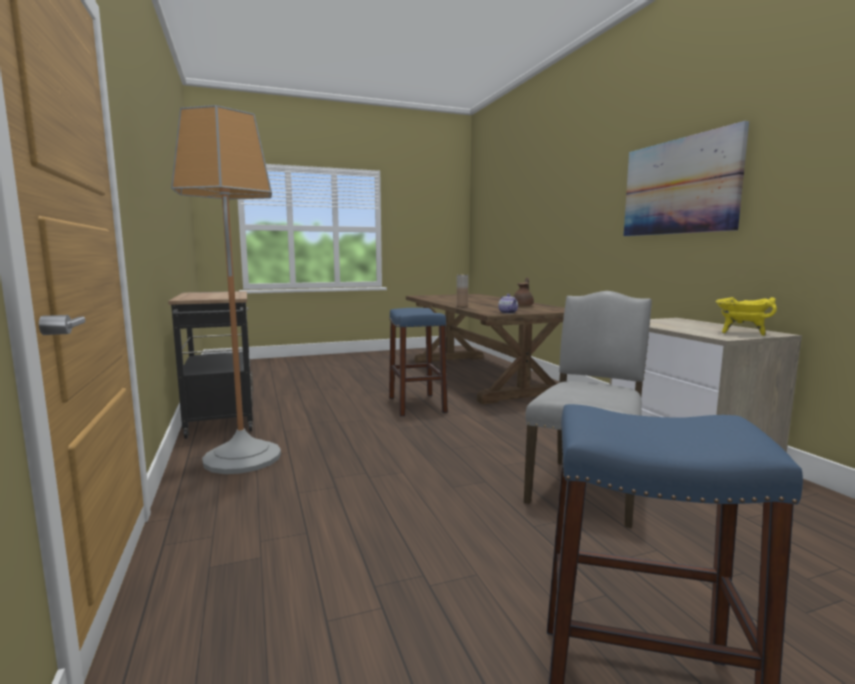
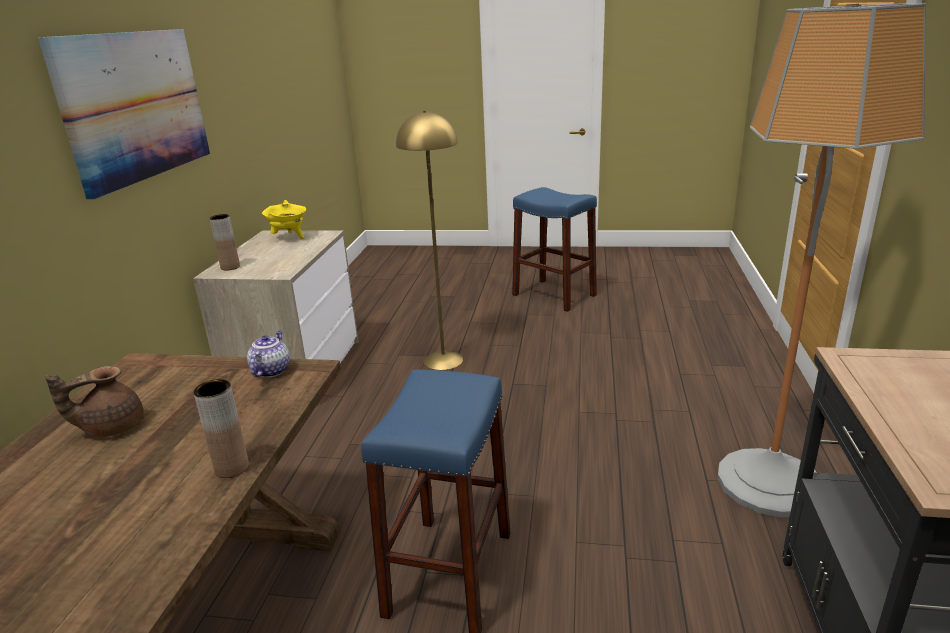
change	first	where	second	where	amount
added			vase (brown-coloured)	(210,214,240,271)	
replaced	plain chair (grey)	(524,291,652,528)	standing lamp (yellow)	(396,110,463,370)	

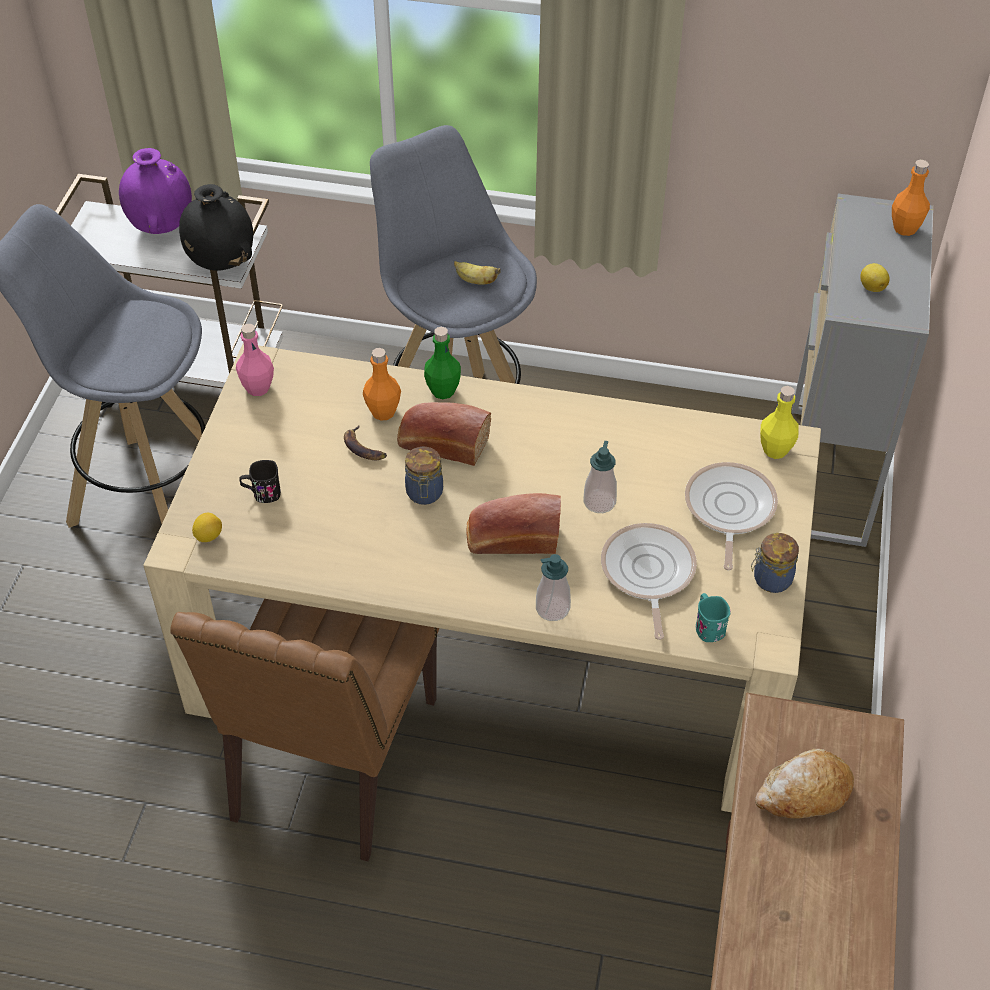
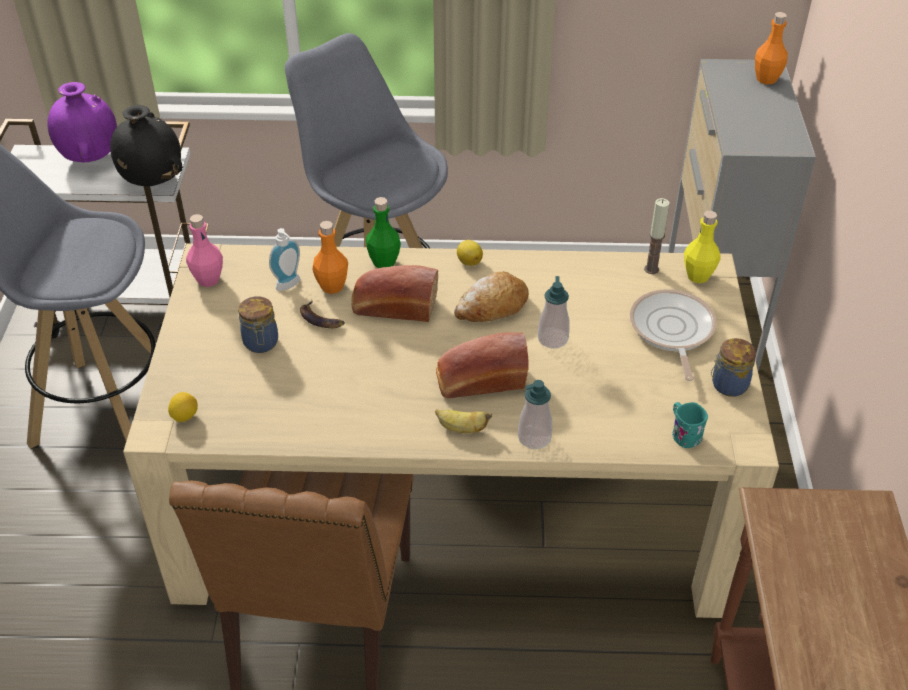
change	first	where	second	where	amount
removed	tea mug (black)	(239,460,281,503)			
removed	pan	(601,523,697,640)			
added			soap dispenser	(269,228,300,291)	
added			wax candle	(644,198,670,274)	
moved	storage jar	(405,446,443,505)		(238,296,278,353)	
moved	whole banana	(454,261,501,285)		(435,409,492,433)	
moved	bakery bread	(755,749,854,819)		(454,271,529,322)	
moved	citrus fruit	(860,263,890,292)		(457,240,483,266)	

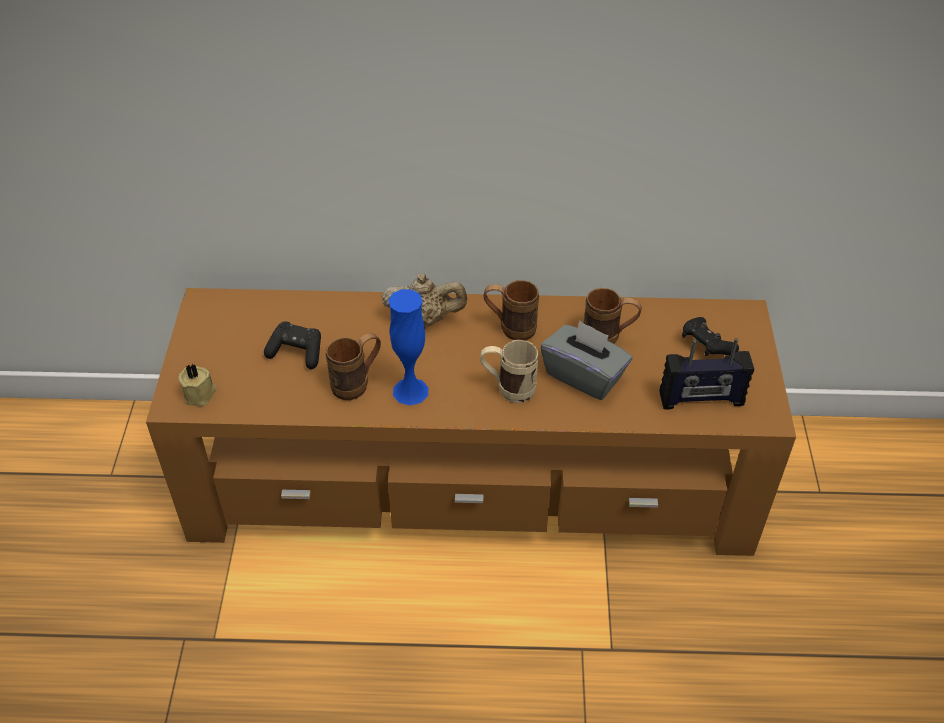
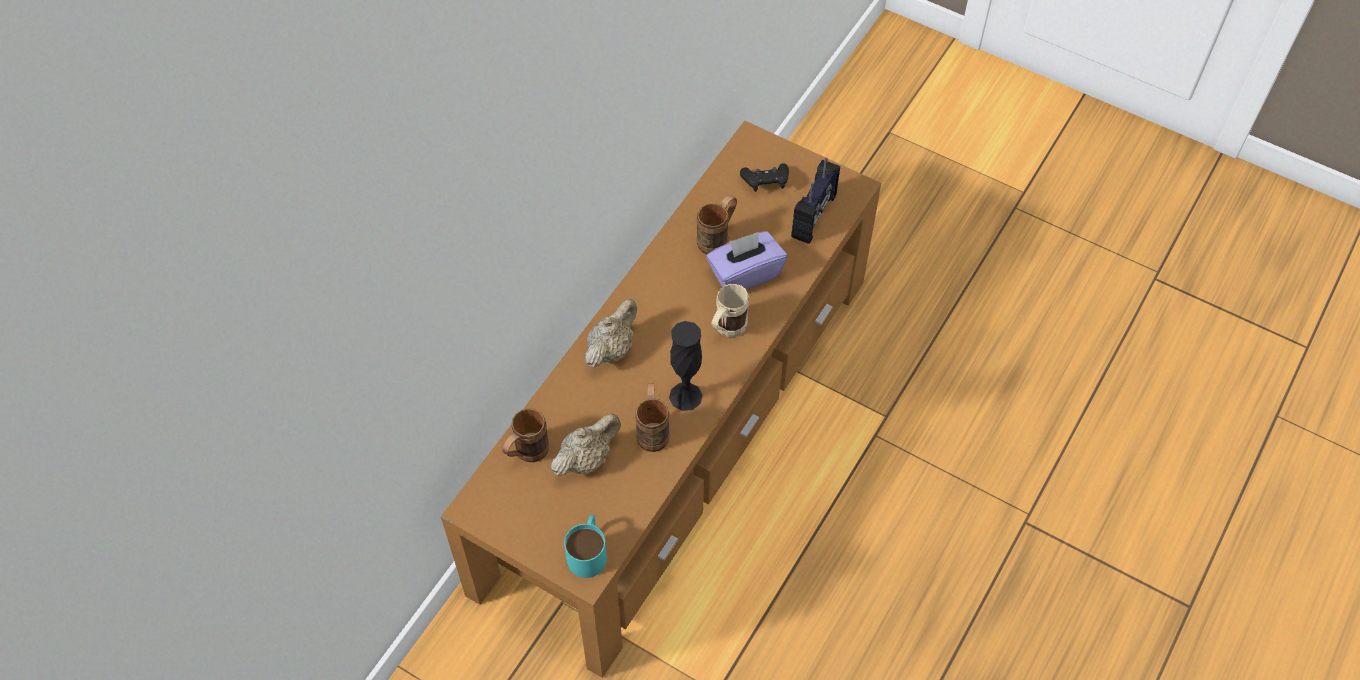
change	first	where	second	where	amount
moved	tea mug (brown-coloured)	(484,280,539,340)		(502,408,549,462)	
replaced	wax candle (beige)	(178,363,217,406)	tea mug (turquoise-coloured)	(564,515,607,578)	
replaced	joypad (black)	(264,321,321,369)	pot for tea (beige)	(551,414,621,476)	
recoloured	vase (bluish)	(388,289,428,406)	vase (black)	(669,321,703,411)	
recoloured	box of tissues (grey)	(541,320,632,400)	box of tissues (purple-coloured)	(706,231,787,290)	

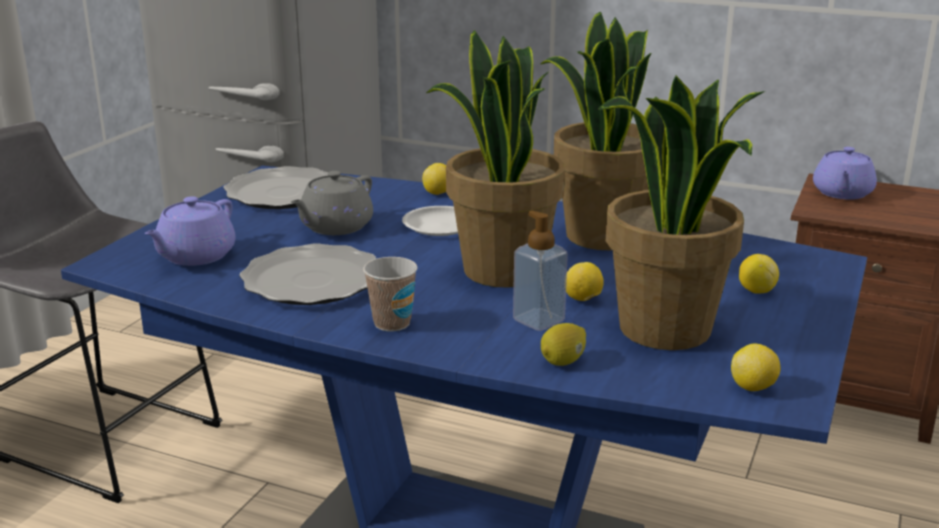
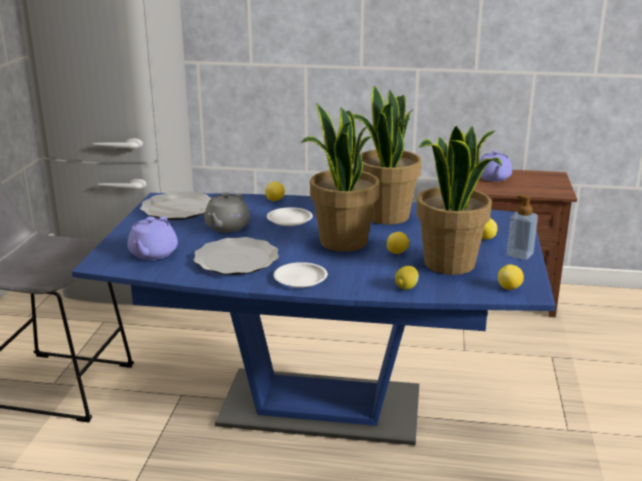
change	first	where	second	where	amount
moved	soap dispenser	(513,211,568,331)		(507,195,538,260)	
replaced	cup	(363,257,418,332)	dinner plate (whitish)	(273,262,328,288)	

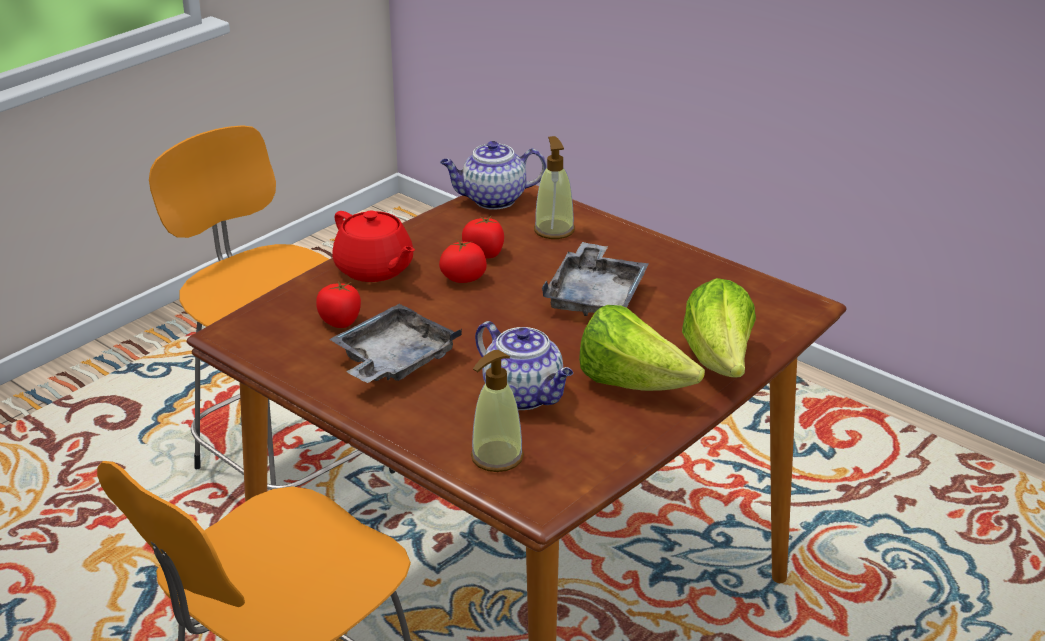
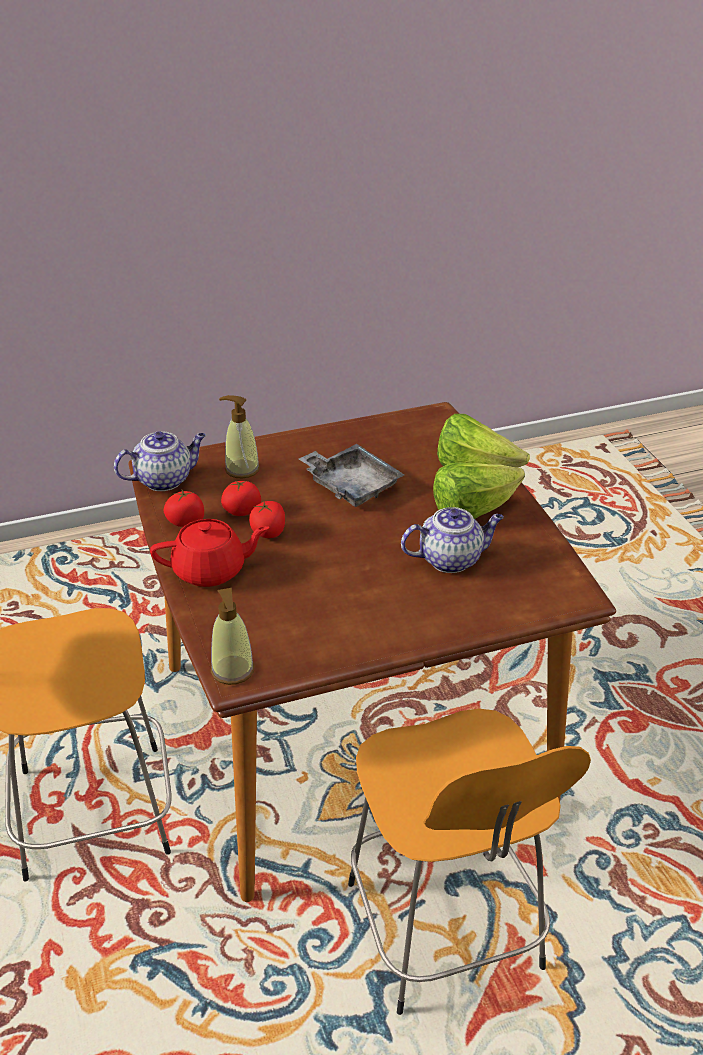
change	first	where	second	where	amount
removed	carrying tray (grey)	(329,304,462,383)			
moved	tomato	(316,281,361,328)		(163,488,204,527)	
moved	soap dispenser	(471,350,524,472)		(211,588,254,685)	
turned	pot for tea	(440,141,546,210)		(114,431,206,491)	135 degrees counterclockwise

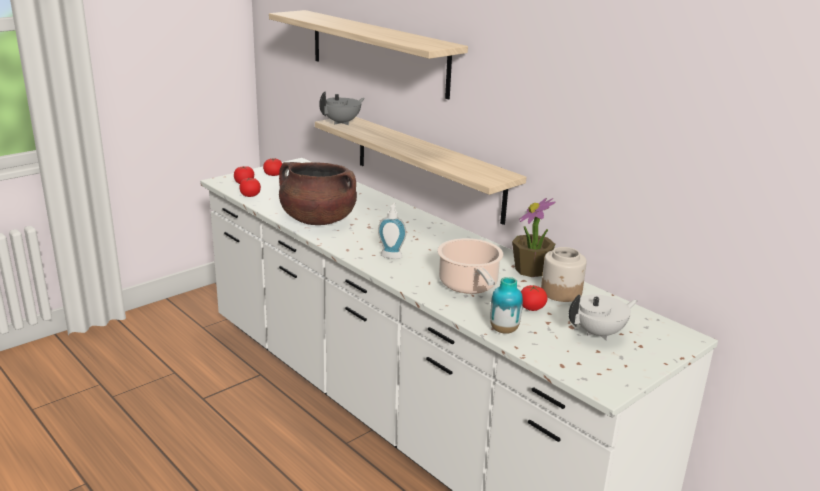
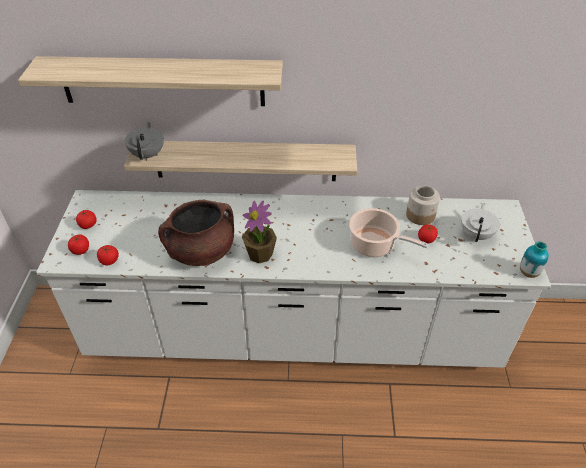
change	first	where	second	where	amount
removed	soap dispenser	(378,202,406,259)			
moved	vase	(490,277,523,334)		(520,241,549,278)	
moved	houseplant	(512,198,555,277)		(242,201,277,263)	

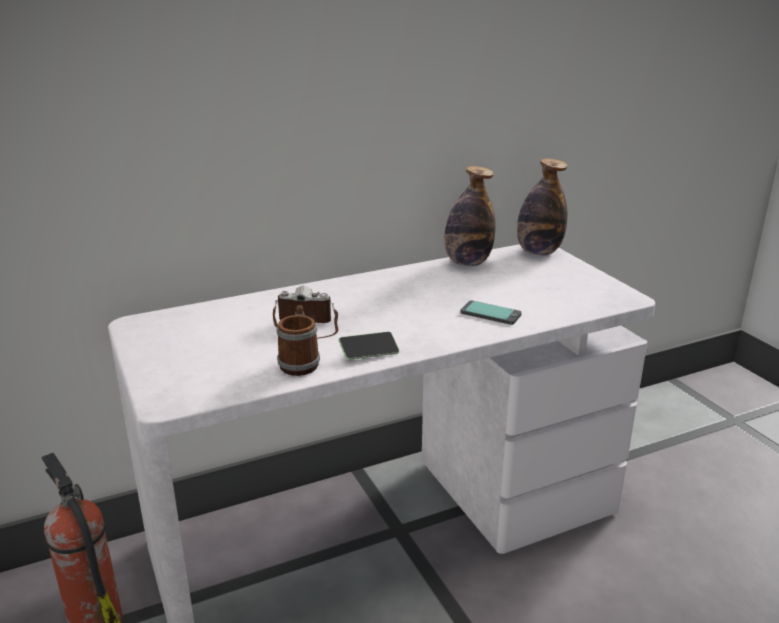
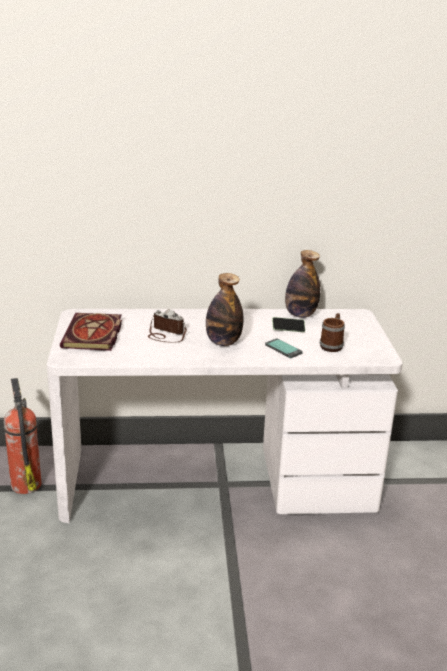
change	first	where	second	where	amount
added			volume	(60,313,122,351)	
moved	tea mug	(277,305,320,376)		(320,313,345,352)	
moved	telephone	(338,331,400,360)		(272,317,305,332)	
moved	drink bottle	(517,158,568,255)		(206,273,243,346)	

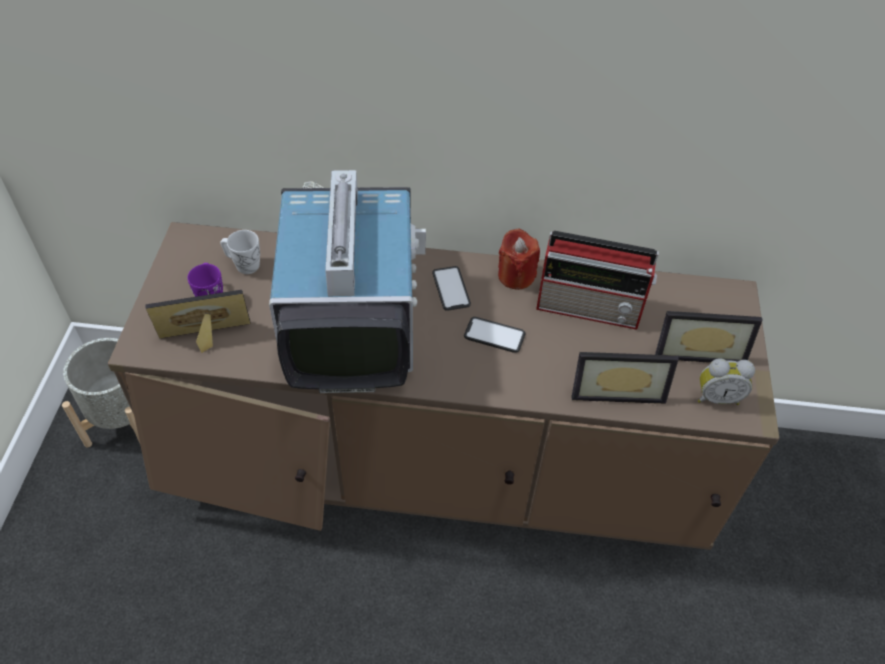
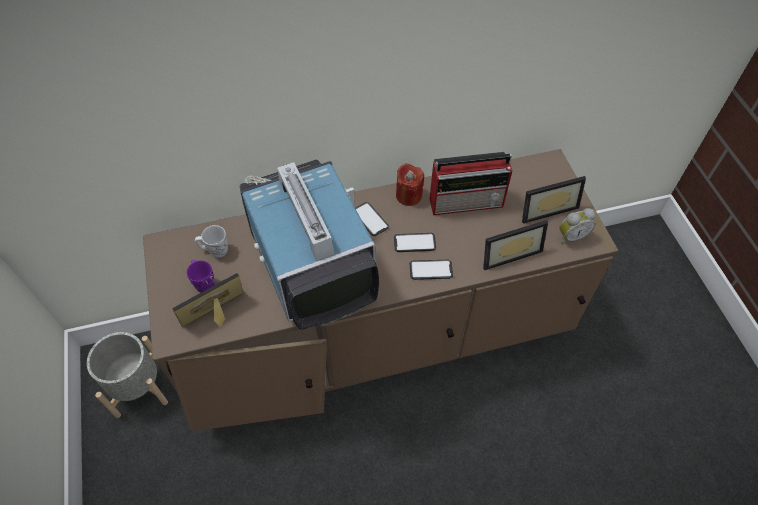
change	first	where	second	where	amount
added			telephone	(409,260,453,280)	

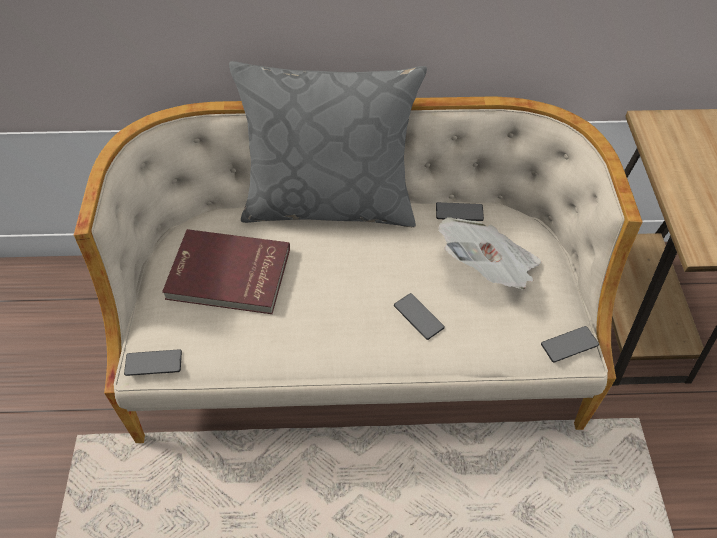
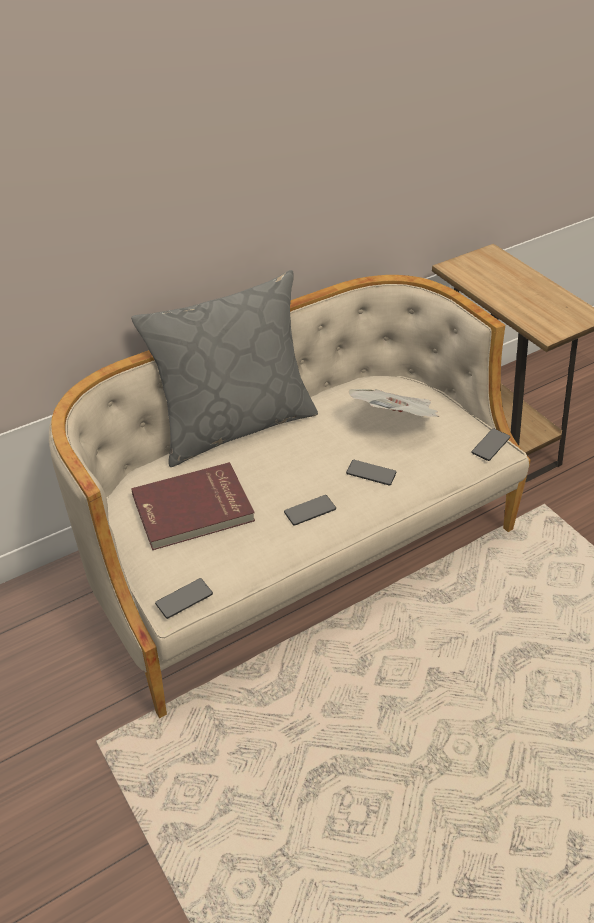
change	first	where	second	where	amount
moved	telephone	(436,202,484,221)		(284,495,336,526)	

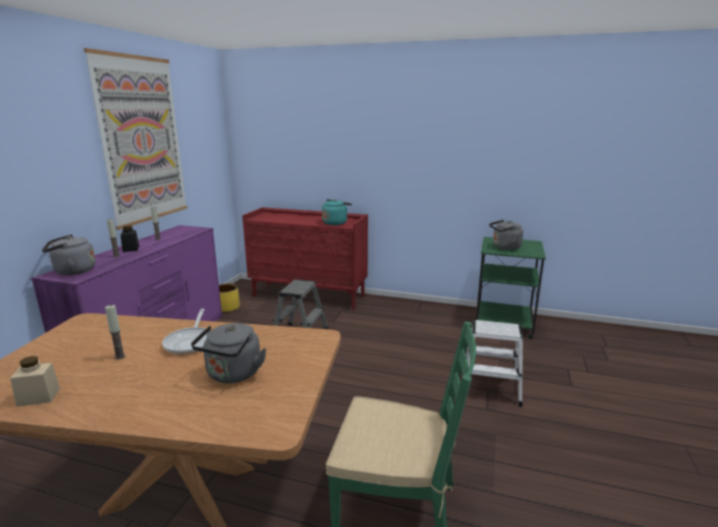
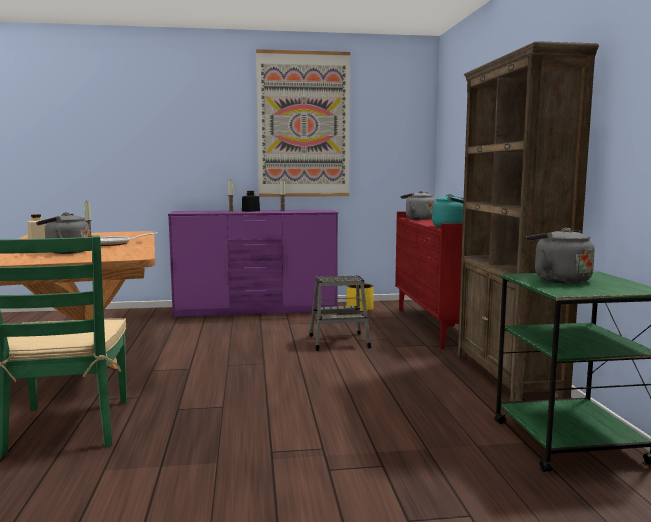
change	first	where	second	where	amount
removed	step stool (whitish)	(466,319,524,407)			
added			shelving unit (brown-coloured)	(457,41,599,402)	
moved	water kettle (grey)	(42,234,96,275)		(401,191,435,220)	

